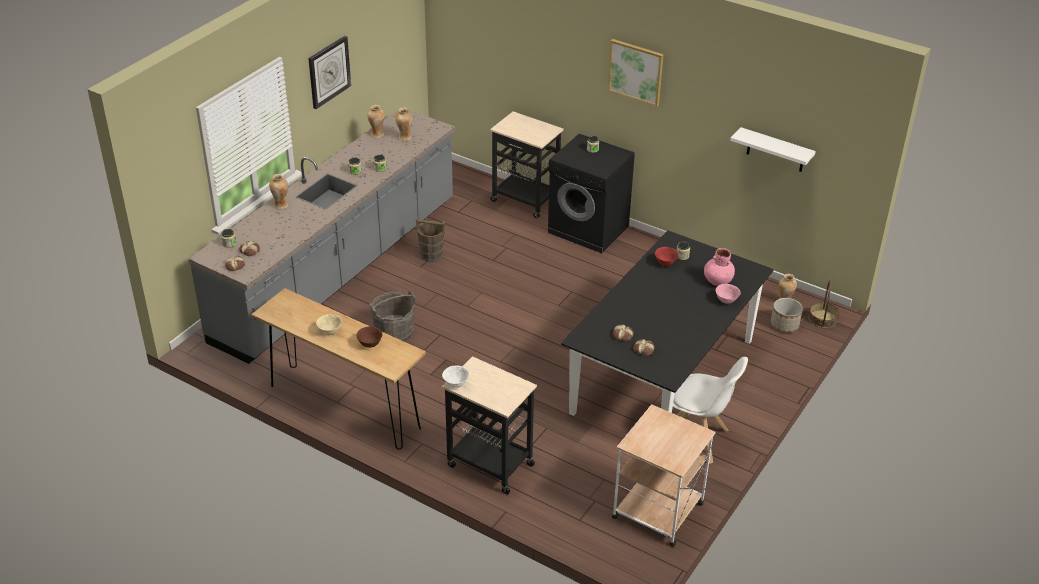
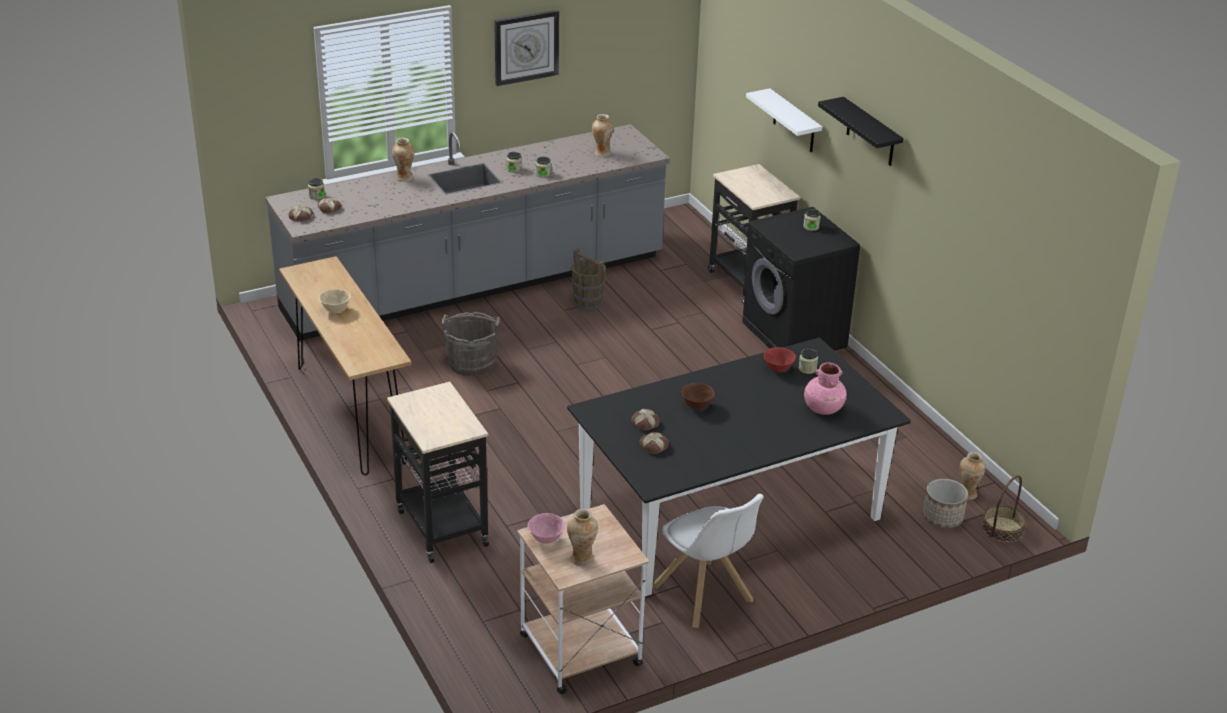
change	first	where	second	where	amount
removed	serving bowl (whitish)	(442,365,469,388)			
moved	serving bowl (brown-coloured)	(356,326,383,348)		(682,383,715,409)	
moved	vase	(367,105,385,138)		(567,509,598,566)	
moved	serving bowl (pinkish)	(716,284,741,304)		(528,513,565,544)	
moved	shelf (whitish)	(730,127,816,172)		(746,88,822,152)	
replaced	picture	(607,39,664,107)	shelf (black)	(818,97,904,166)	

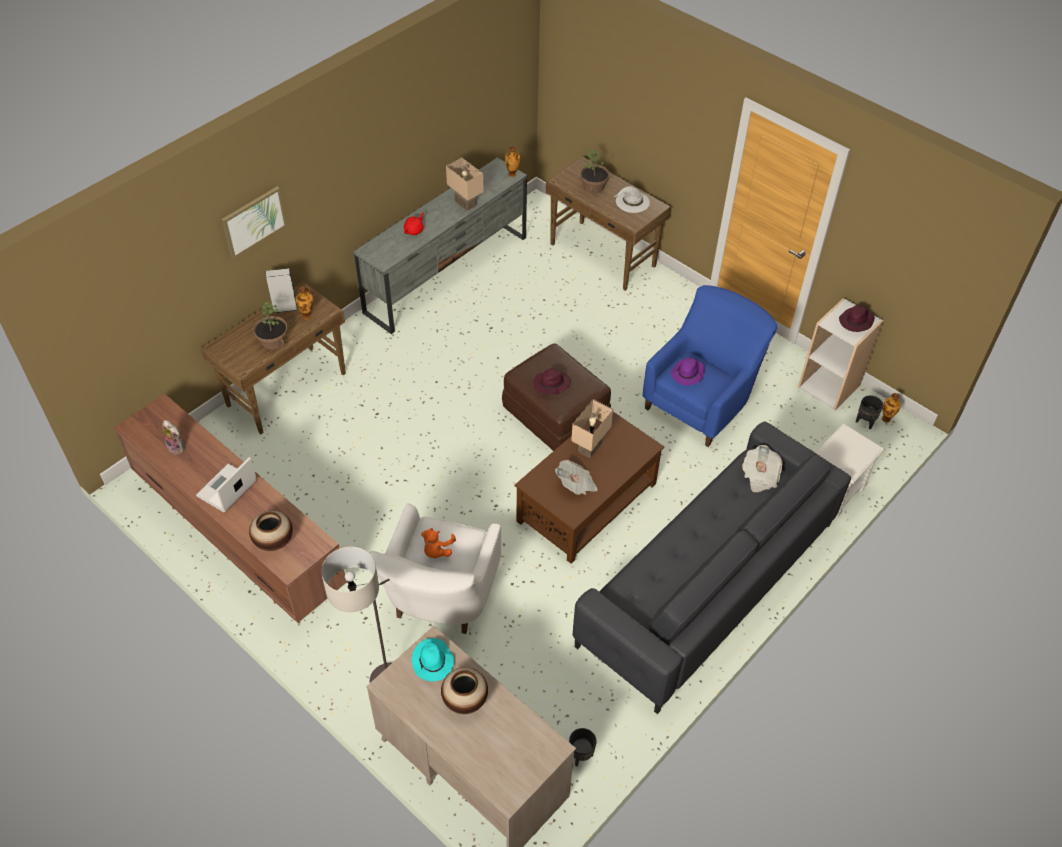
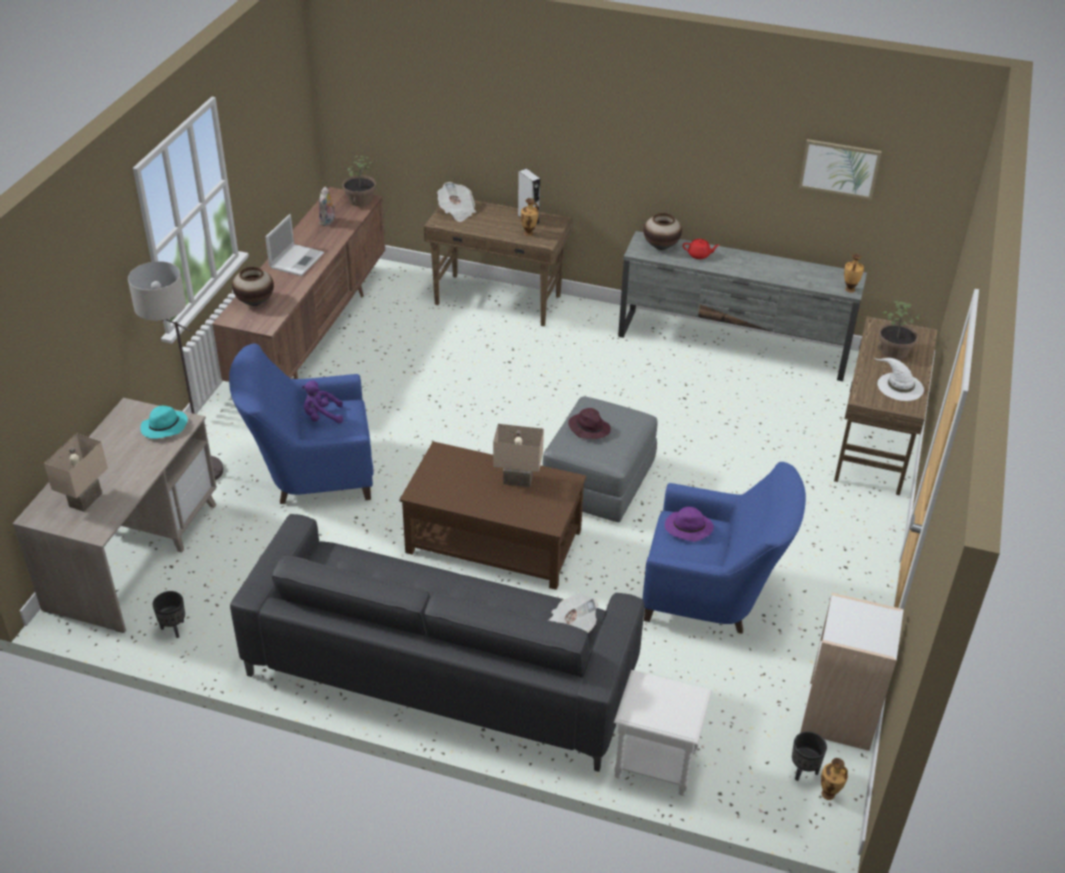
change	first	where	second	where	amount
removed	hat (purple-coloured)	(839,305,874,332)			
moved	picture	(222,187,287,259)		(799,139,882,200)	
moved	houseplant	(253,300,288,350)		(342,156,376,206)	
moved	vase	(441,667,488,714)		(644,213,682,250)	
moved	lamp for a table (beige)	(446,157,484,211)		(44,433,108,512)	
moved	printed paper	(555,460,598,495)		(437,182,476,222)	
recoloured	easy chair (whitish)	(370,504,501,634)	easy chair (bluish)	(229,344,373,504)	
recoloured	soft toy (orange)	(421,528,456,558)	soft toy (purple-coloured)	(302,381,343,423)	
recoloured	footrest (brown-coloured)	(502,343,611,451)	footrest (grey)	(542,396,657,522)	
turned	notebook computer	(196,457,257,512)		(265,214,324,276)	105 degrees clockwise

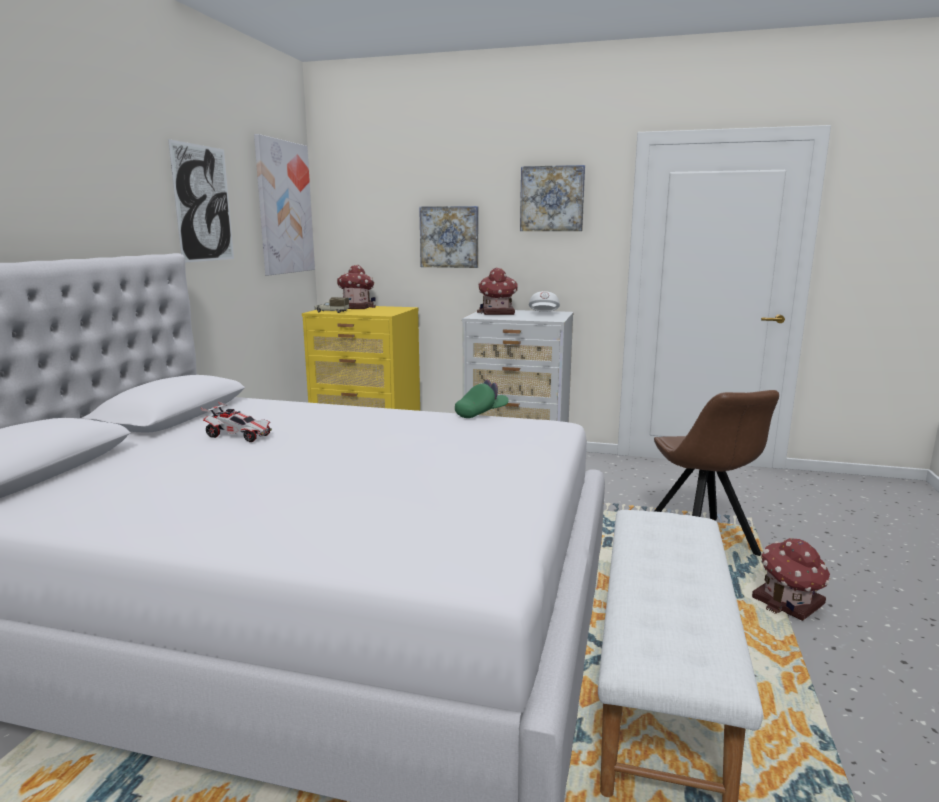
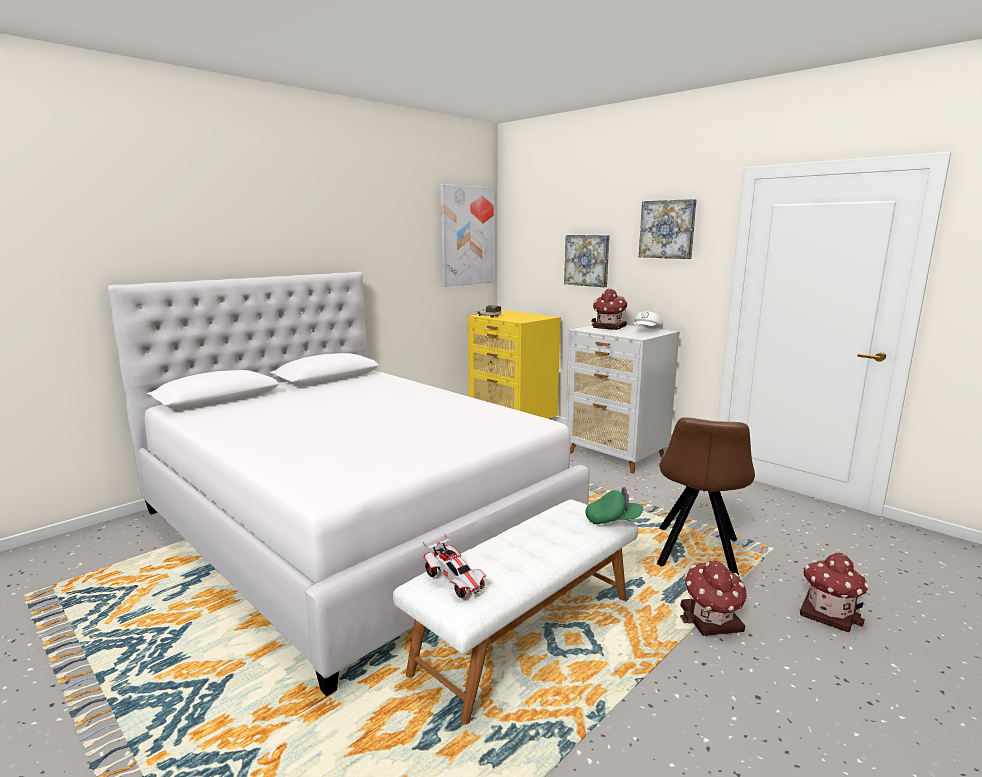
change	first	where	second	where	amount
removed	picture	(168,139,234,263)			
moved	model car	(200,402,272,442)		(423,534,486,598)	
moved	miniature house	(337,265,376,309)		(800,553,869,632)	
moved	peaked cap (green)	(455,380,509,418)		(585,487,643,524)	

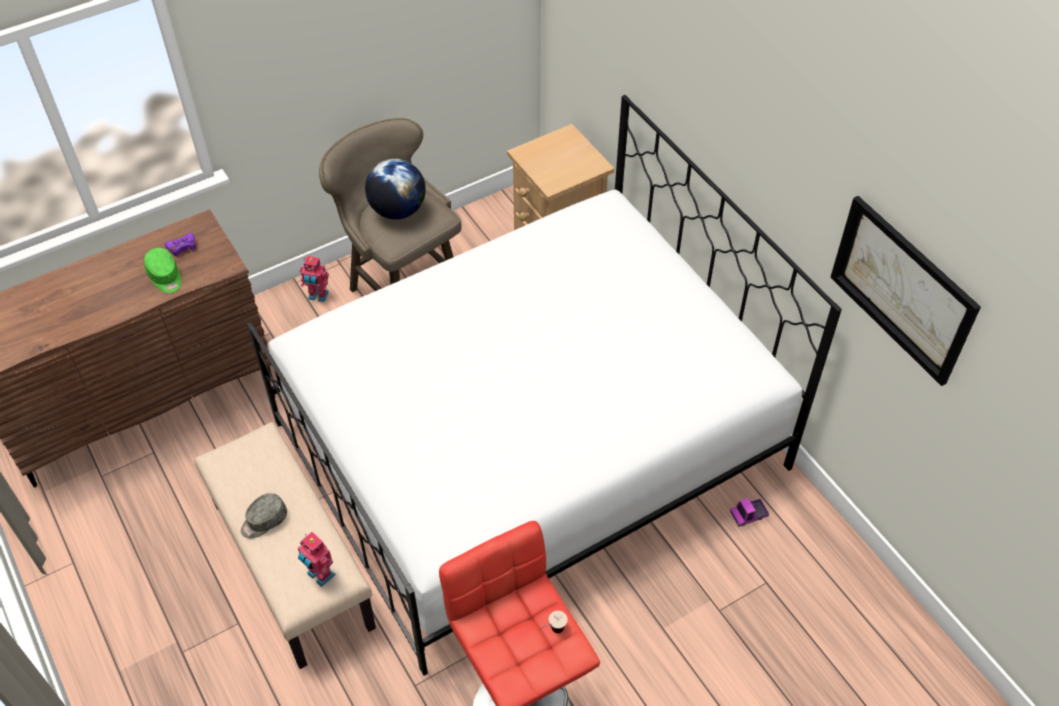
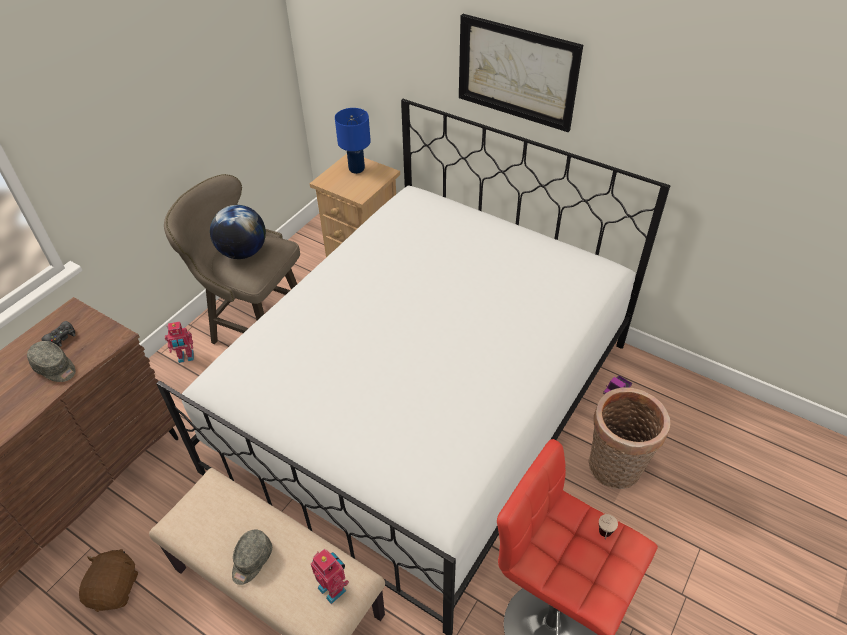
change	first	where	second	where	amount
added			soft toy (brown-coloured)	(79,549,138,612)	
added			lamp for a table (bluish)	(335,108,371,174)	
added			basket	(589,387,671,489)	
moved	picture	(830,196,981,386)		(459,14,583,132)	
recoloured	peaked cap (green)	(144,248,181,293)	peaked cap (grey)	(27,341,76,382)	
recoloured	joypad (purple-coloured)	(165,233,196,257)	joypad (black)	(42,321,76,347)	
turned	model robot	(298,532,336,587)		(311,549,349,604)	150 degrees counterclockwise

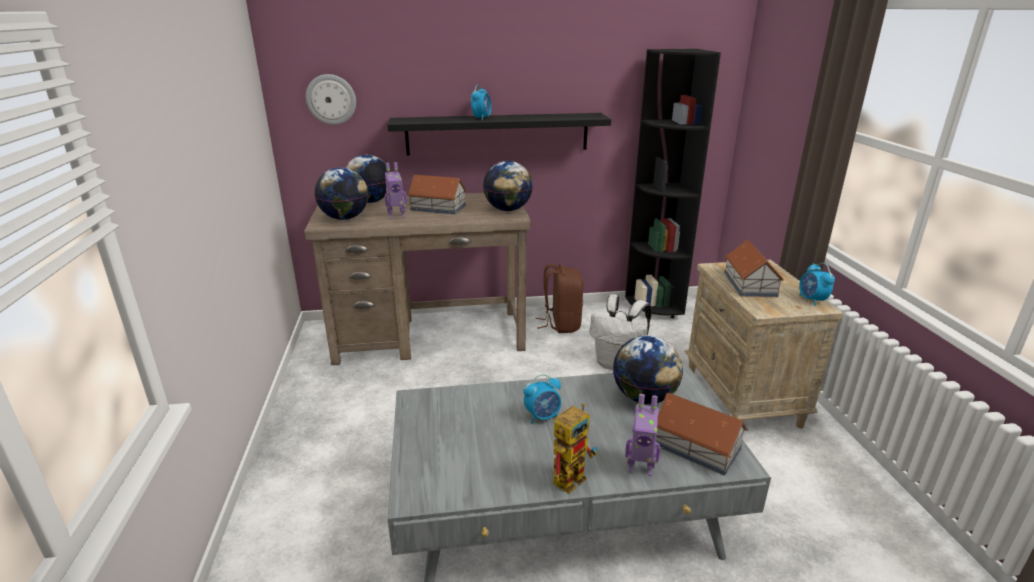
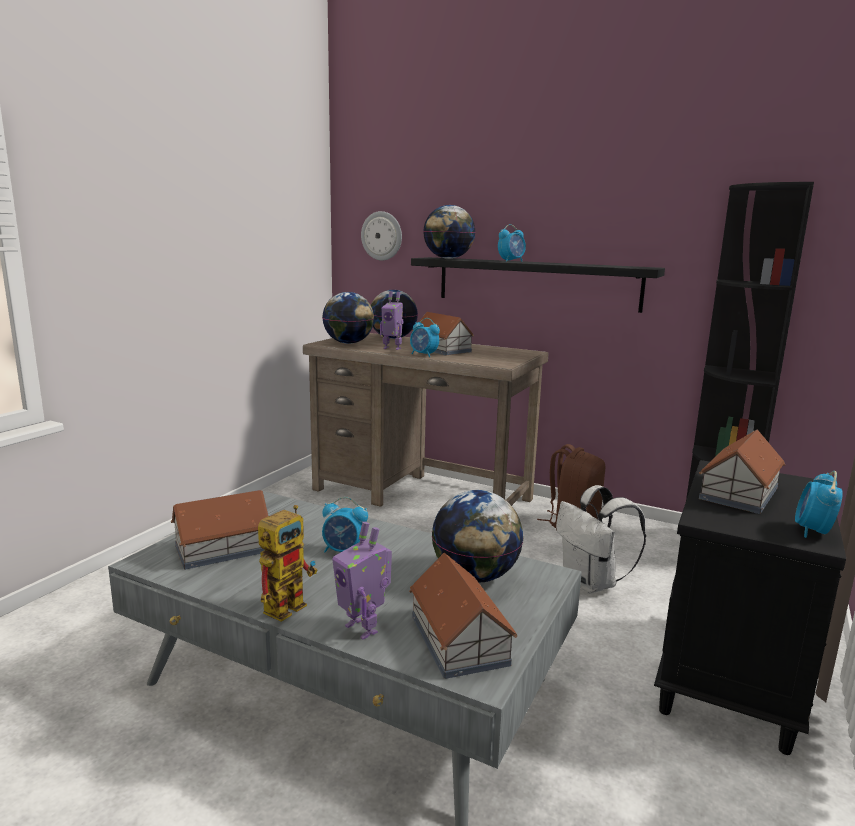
change	first	where	second	where	amount
added			miniature house	(171,490,268,570)	
added			table clock	(410,318,440,357)	
moved	world globe	(483,161,533,211)		(423,205,476,259)	
recoloured	nightstand (beige)	(684,260,843,428)	nightstand (black)	(654,460,846,755)	
turned	model robot	(553,403,597,494)		(258,505,318,622)	45 degrees counterclockwise

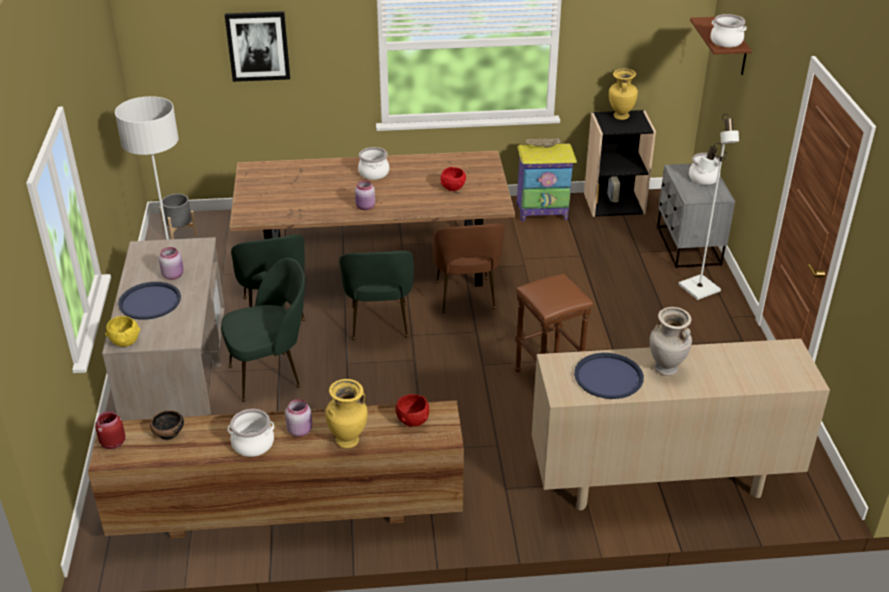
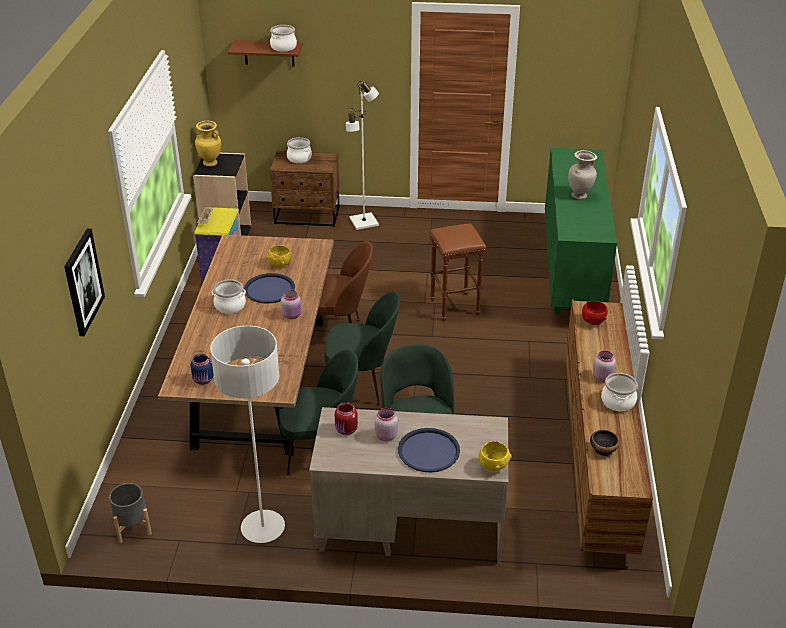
change	first	where	second	where	amount
removed	vase (yellow)	(325,379,368,448)			
added			storage jar (bluish)	(191,354,214,385)	
moved	storage jar (reddish)	(95,411,125,449)		(335,402,358,435)	
moved	carrying tray (bluish)	(574,353,644,399)		(244,273,295,304)	
recoloured	serving bowl (reddish)	(440,167,466,191)	serving bowl (yellow)	(266,245,292,268)	
recoloured	drawer chest (beige)	(532,339,830,510)	drawer chest (green)	(545,148,617,314)	
recoloured	nightstand (grey)	(657,163,735,268)	nightstand (brown-coloured)	(270,151,339,227)	

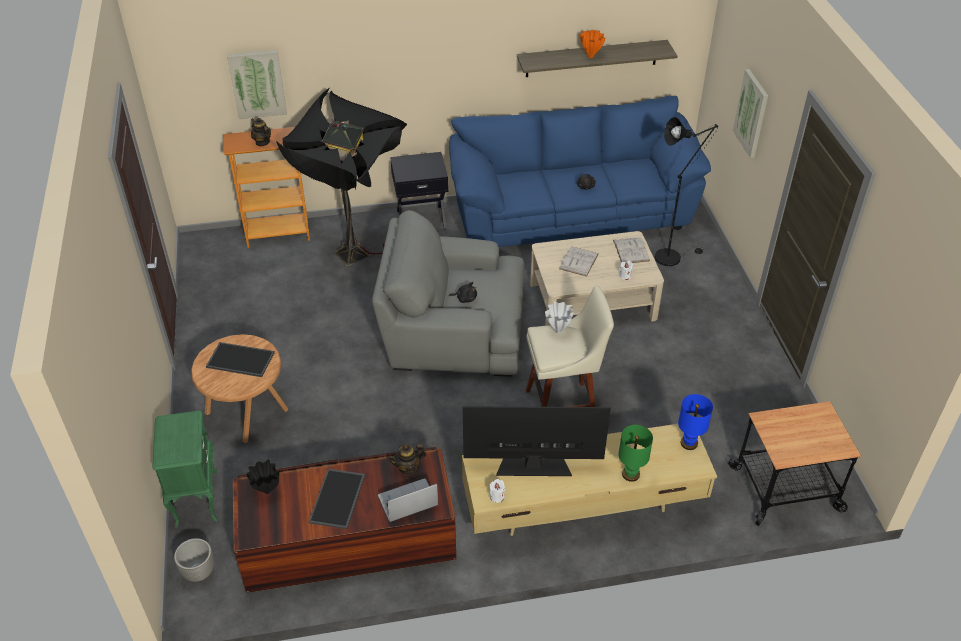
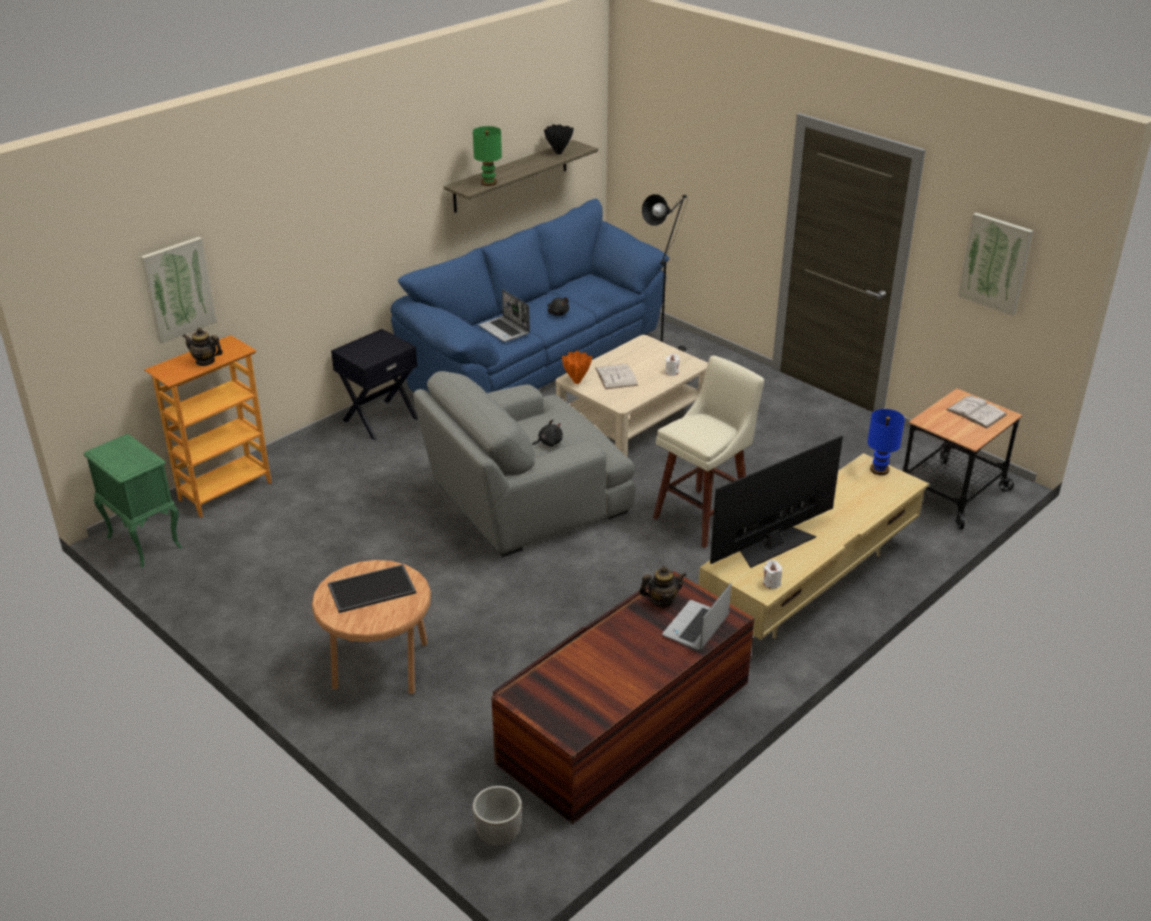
change	first	where	second	where	amount
removed	standing lamp (black)	(276,88,407,266)			
removed	carrying tray	(309,469,365,529)			
removed	vase (whitish)	(545,301,574,333)			
added			notebook computer	(478,289,530,342)	
moved	nightstand (green)	(152,411,218,528)		(84,434,183,568)	
moved	vase (black)	(246,460,279,494)		(544,124,574,154)	
moved	vase (orange)	(580,30,605,58)		(562,351,592,384)	
moved	volume (whitish)	(613,237,650,263)		(946,395,1007,428)	
moved	lamp for a table (green)	(618,425,653,482)		(473,126,502,186)	
moved	picture	(733,69,768,158)		(958,213,1033,316)	
turned	pot for tea	(388,444,426,475)		(639,566,686,607)	135 degrees counterclockwise

